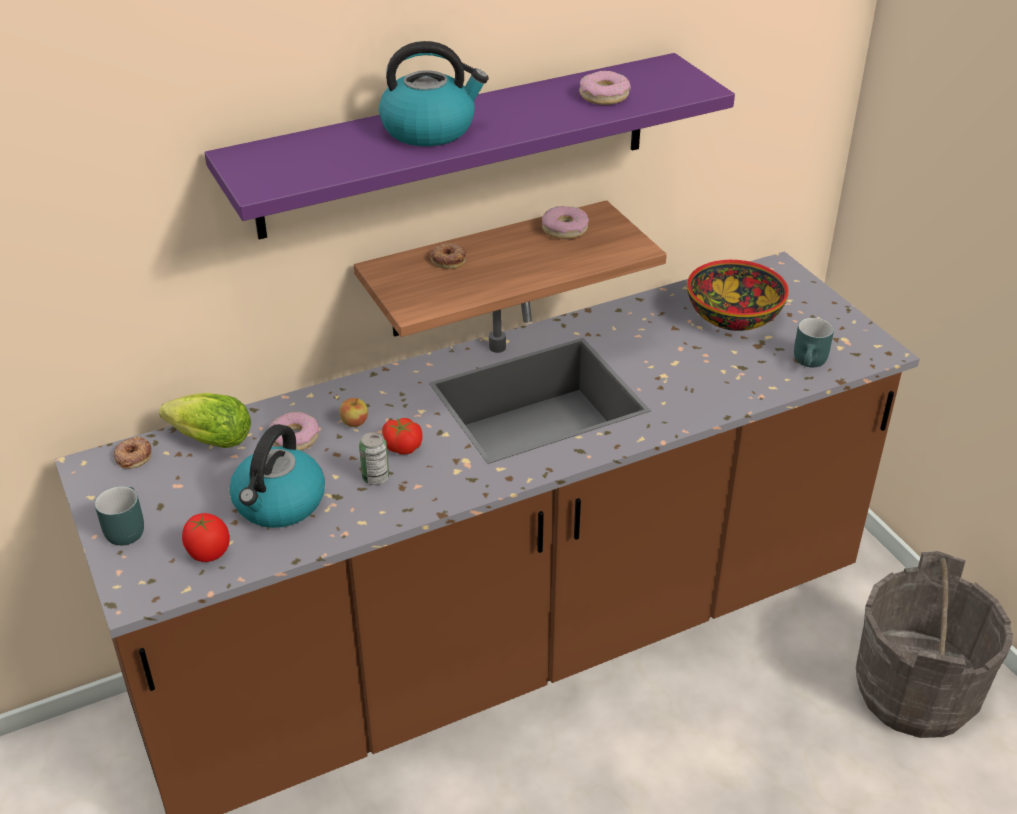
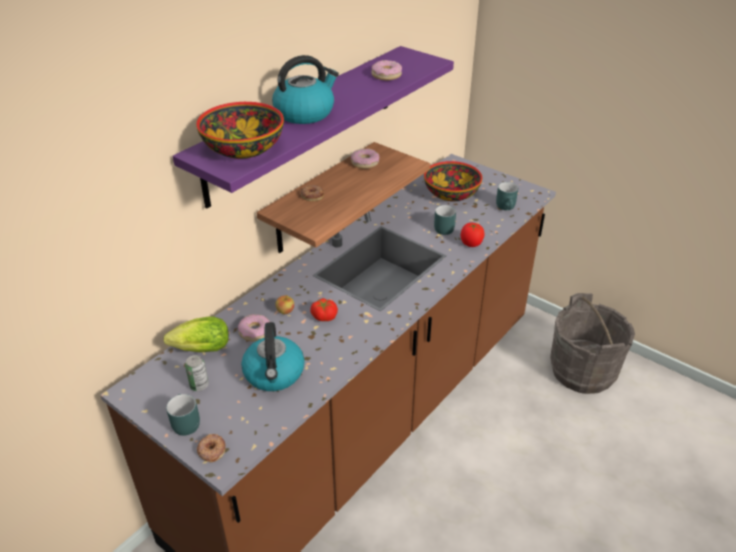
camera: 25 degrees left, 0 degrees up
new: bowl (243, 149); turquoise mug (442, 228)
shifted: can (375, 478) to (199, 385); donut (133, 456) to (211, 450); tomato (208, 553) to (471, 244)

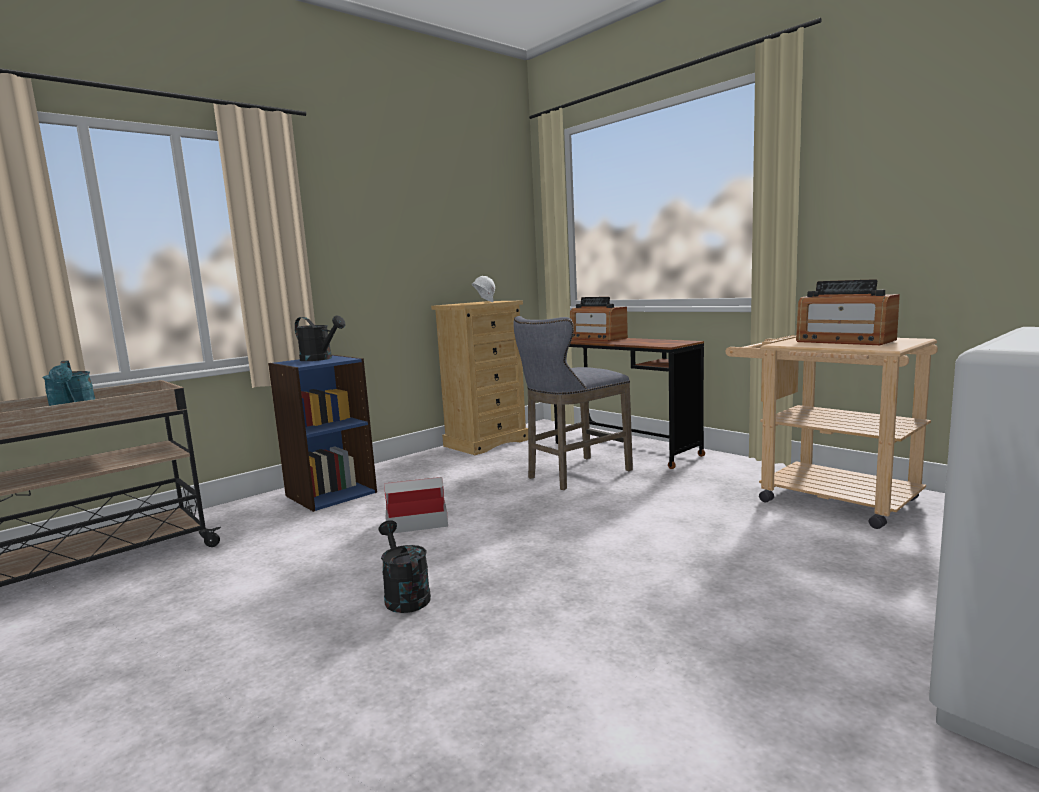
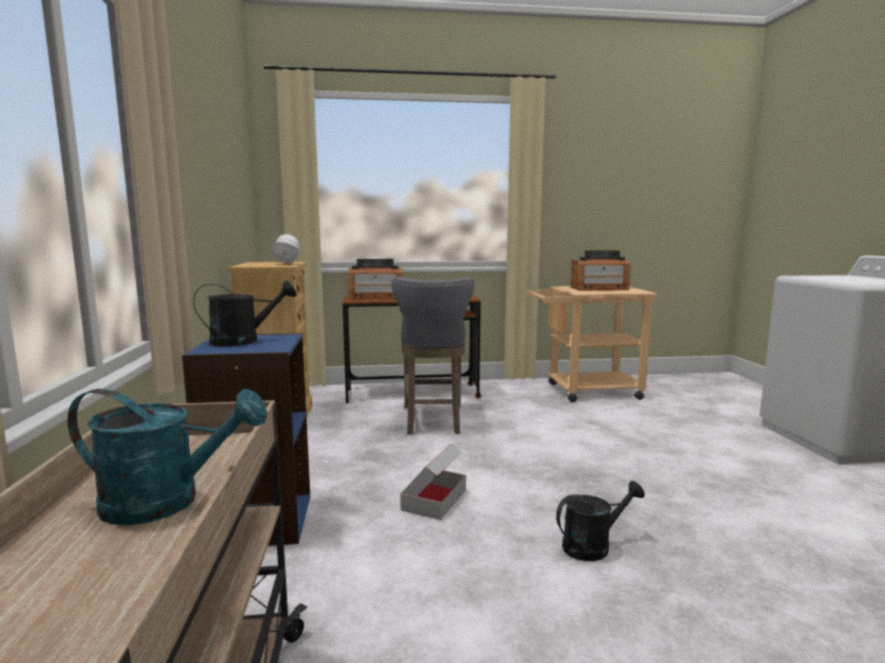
camera: 55 degrees left, 0 degrees up
rotated: black watering can (404, 596) = (593, 546) 150 degrees clockwise

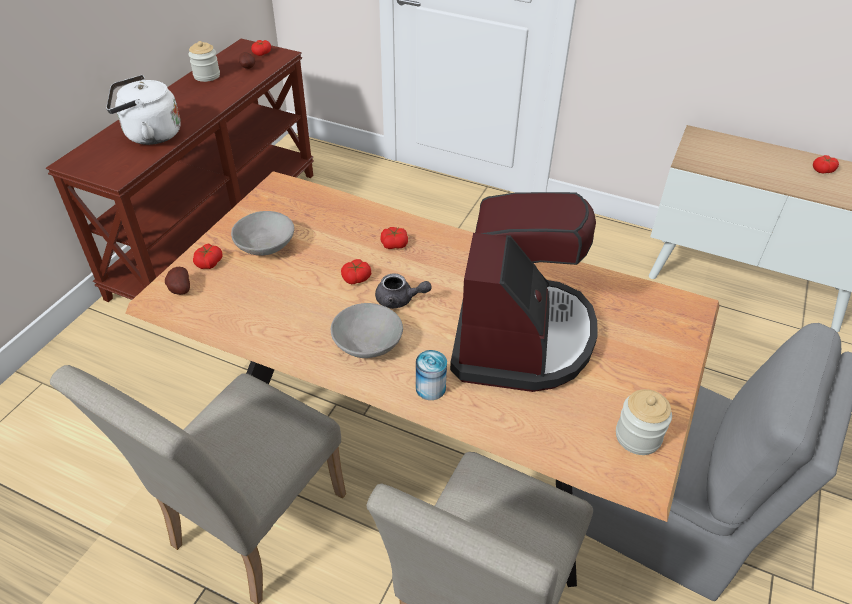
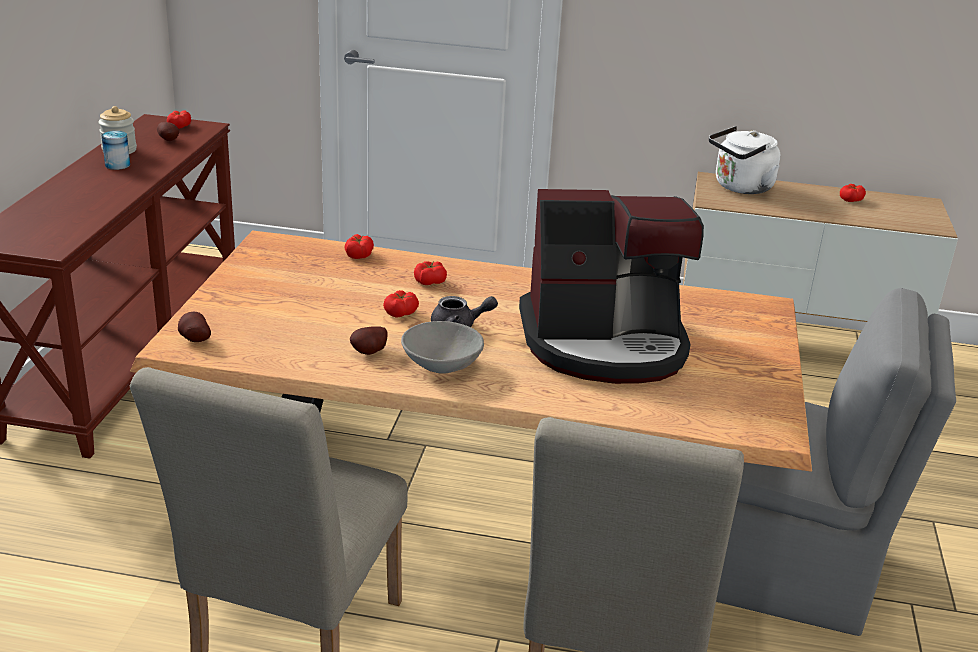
camera: 15 degrees left, 15 degrees down
gone: grey bowl (265, 246); jar (638, 437)
new: potato (370, 353)
shifted: can (430, 388) to (117, 165); tomato (209, 262) to (359, 255); white kettle (149, 135) to (740, 187)
rotated: coffee machine (520, 337) = (605, 343) 90 degrees clockwise

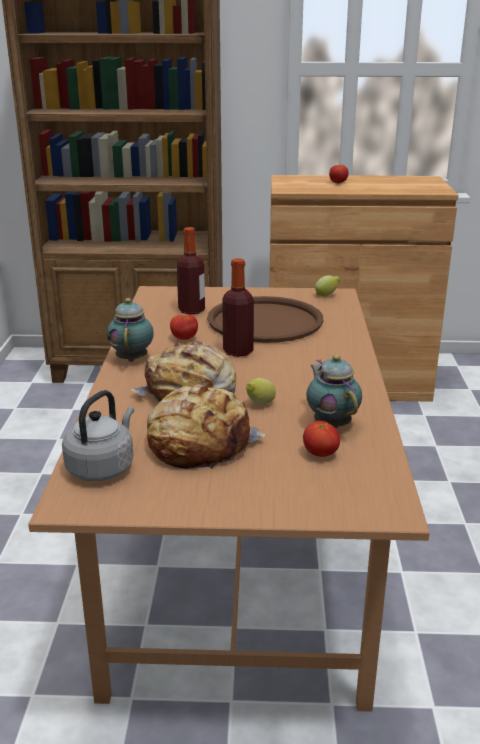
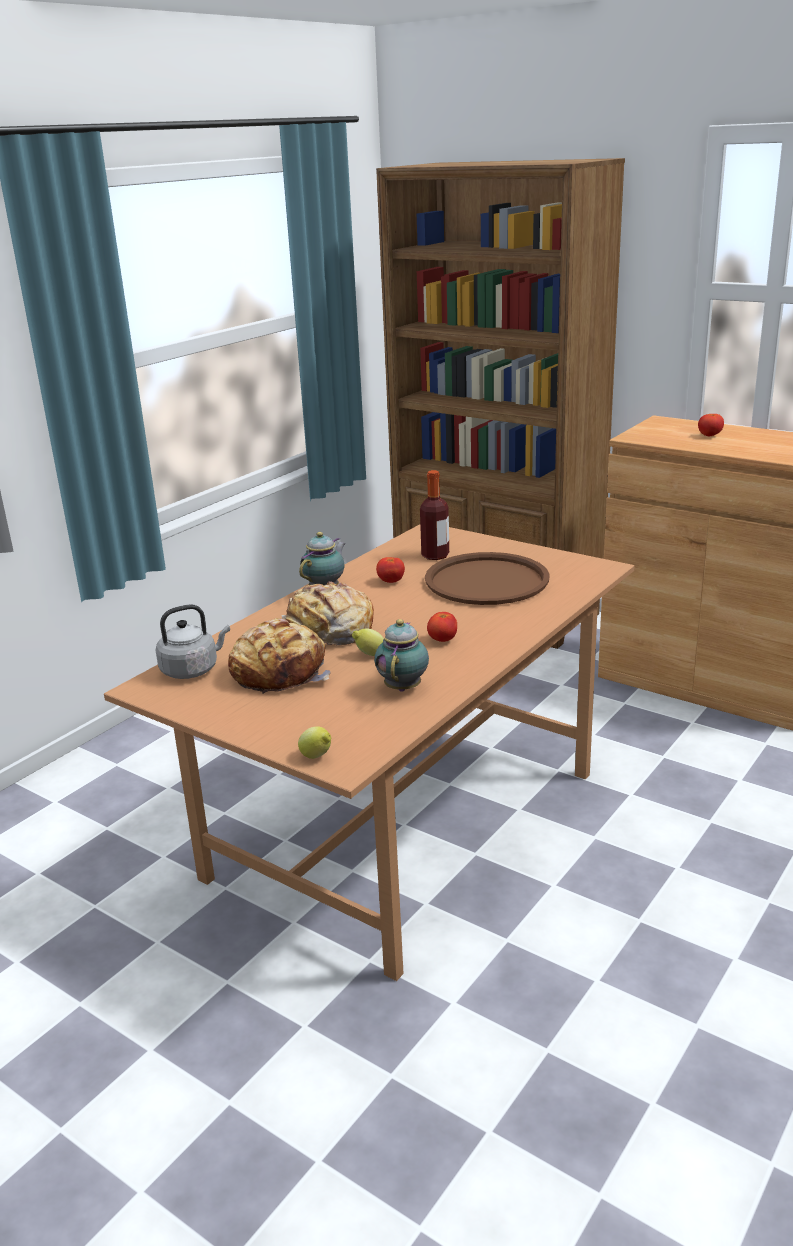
camera: 35 degrees right, 0 degrees up
gone: bottle (238, 351)
shifted: lemon (326, 296) to (317, 757); tomato (320, 454) to (442, 640)

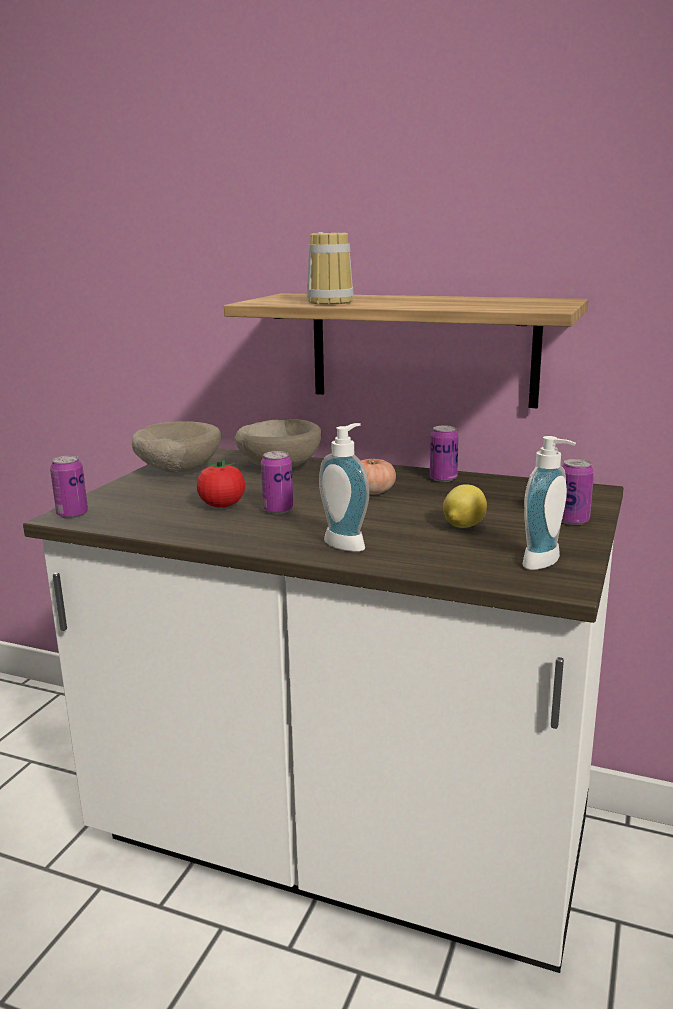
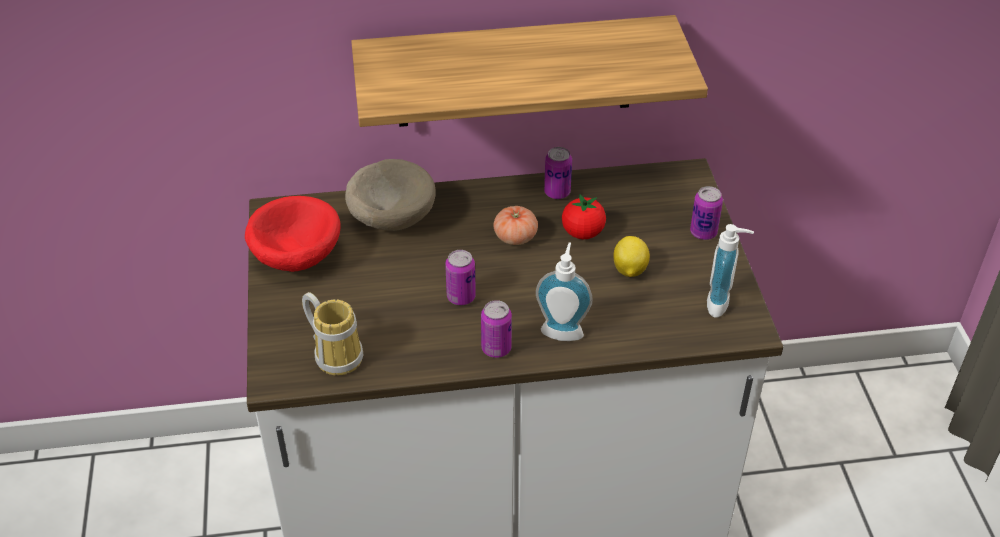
camera: 30 degrees left, 25 degrees up
shifted: mug (330, 301) to (336, 353); can (72, 514) to (496, 348); tomato (222, 506) to (582, 233)
repainted: beige bowl (177, 470) to red bowl (295, 256)

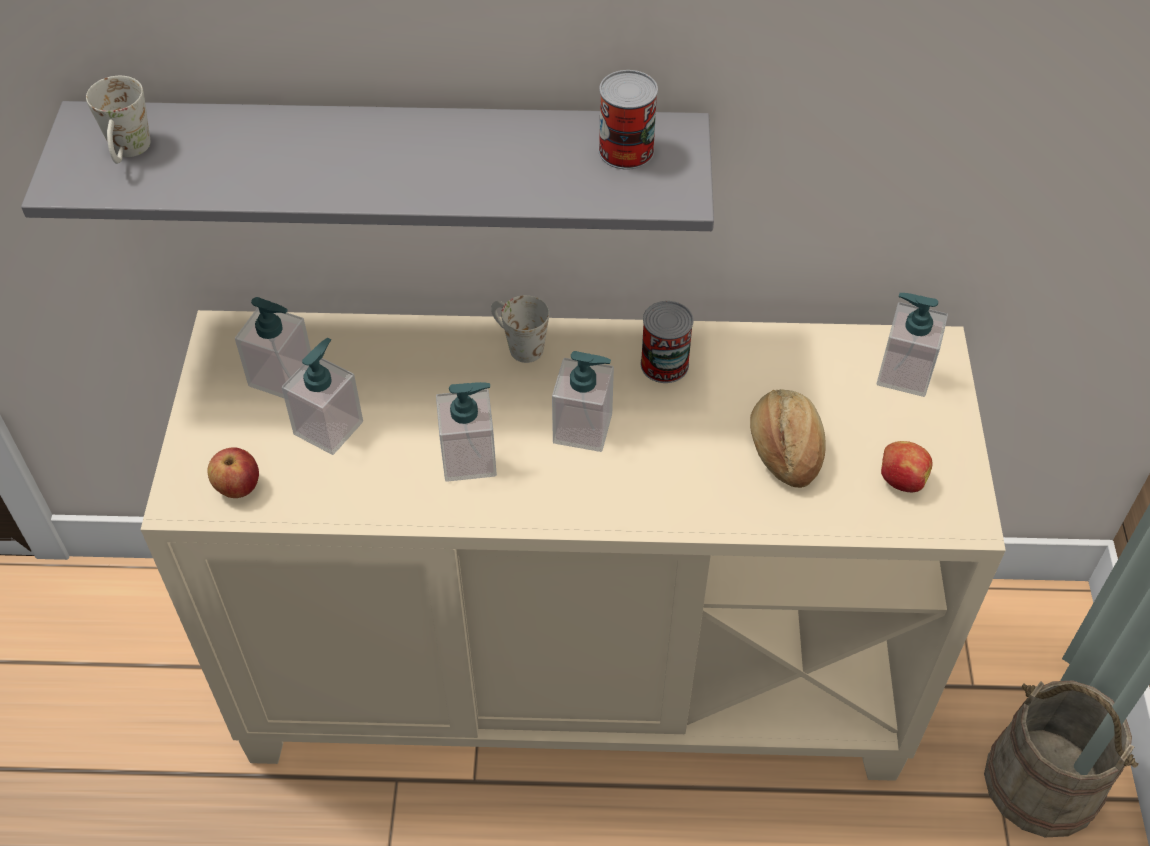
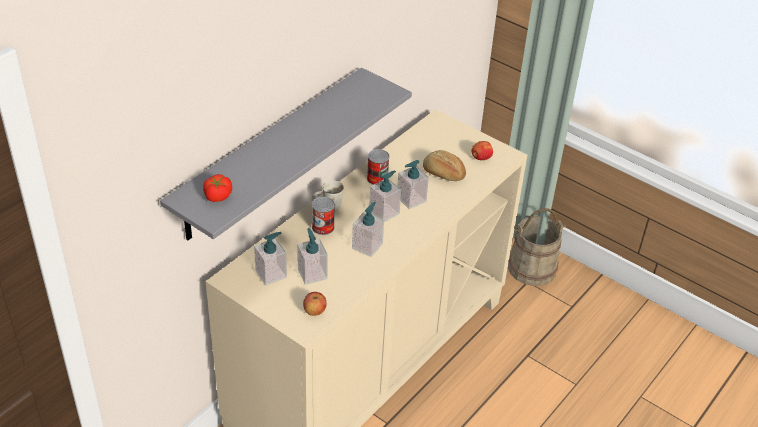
camera: 55 degrees left, 10 degrees down
shifted: can (626, 150) to (323, 227); soap dispenser (904, 373) to (411, 199)
swapped: white mug (129, 154) to tomato (217, 195)

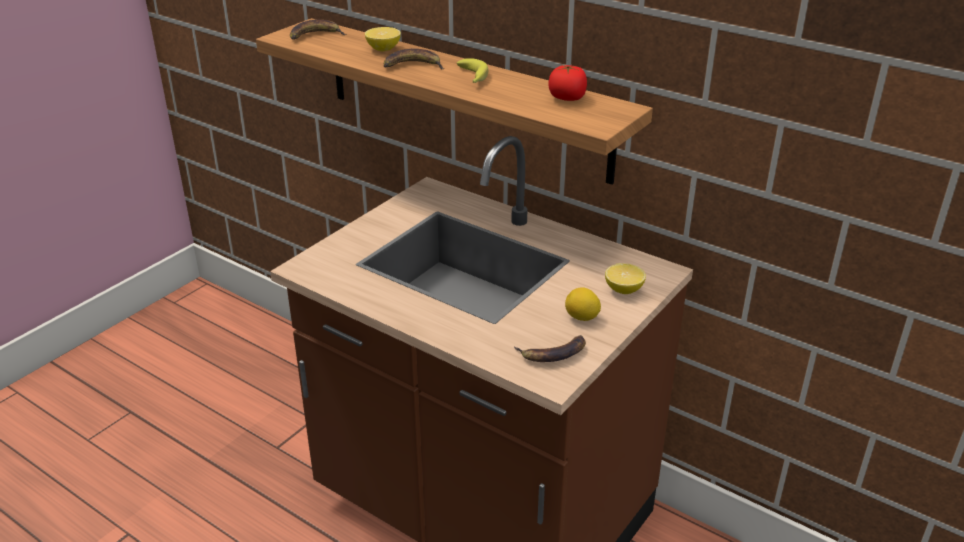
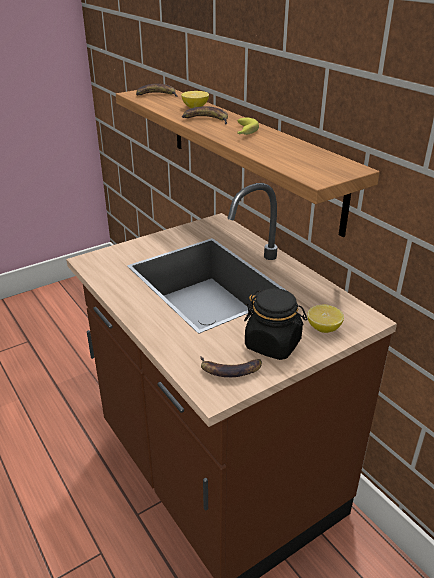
camera: 20 degrees right, 0 degrees up
gone: tomato (567, 98)
swapped: lemon (582, 318) to black jar (273, 344)

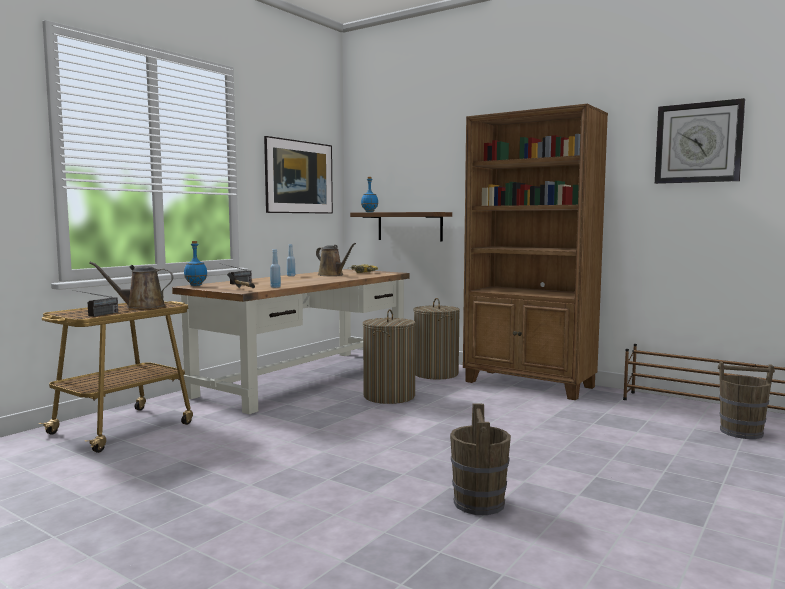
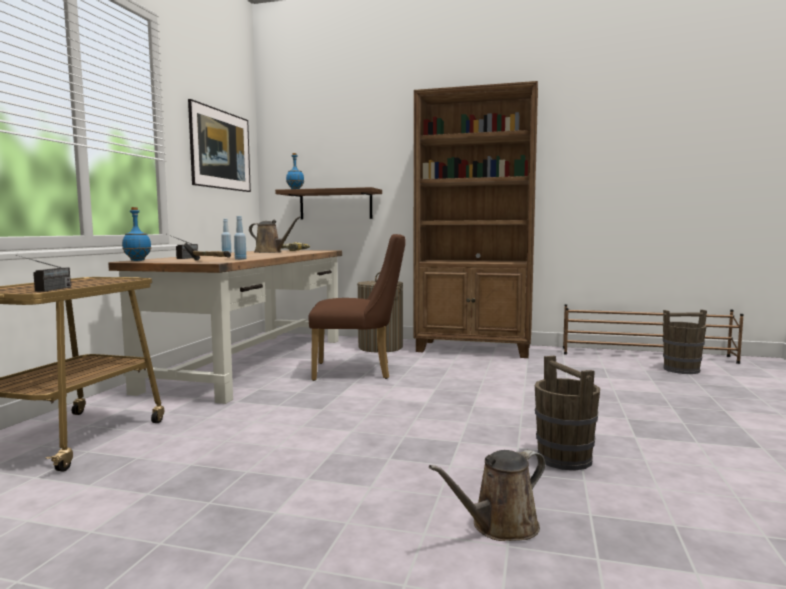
camera: 20 degrees left, 0 degrees up
gone: wall clock (698, 143)
shifted: brown watering can (141, 306) to (500, 527)
swapped: laundry basket (389, 396) to brown chair (359, 371)

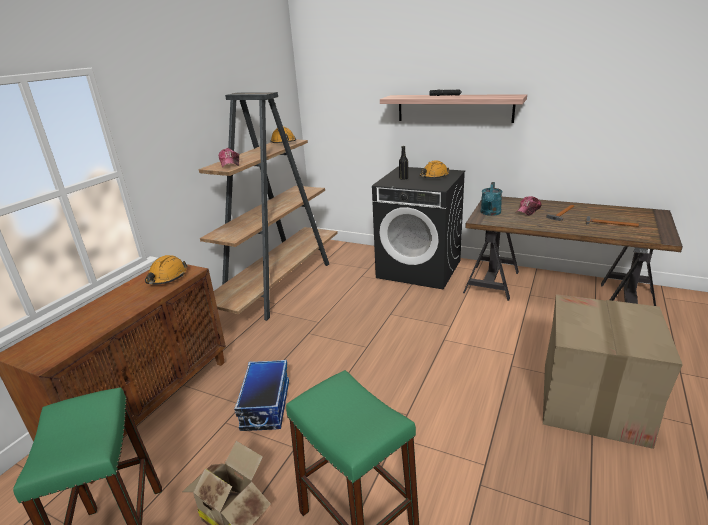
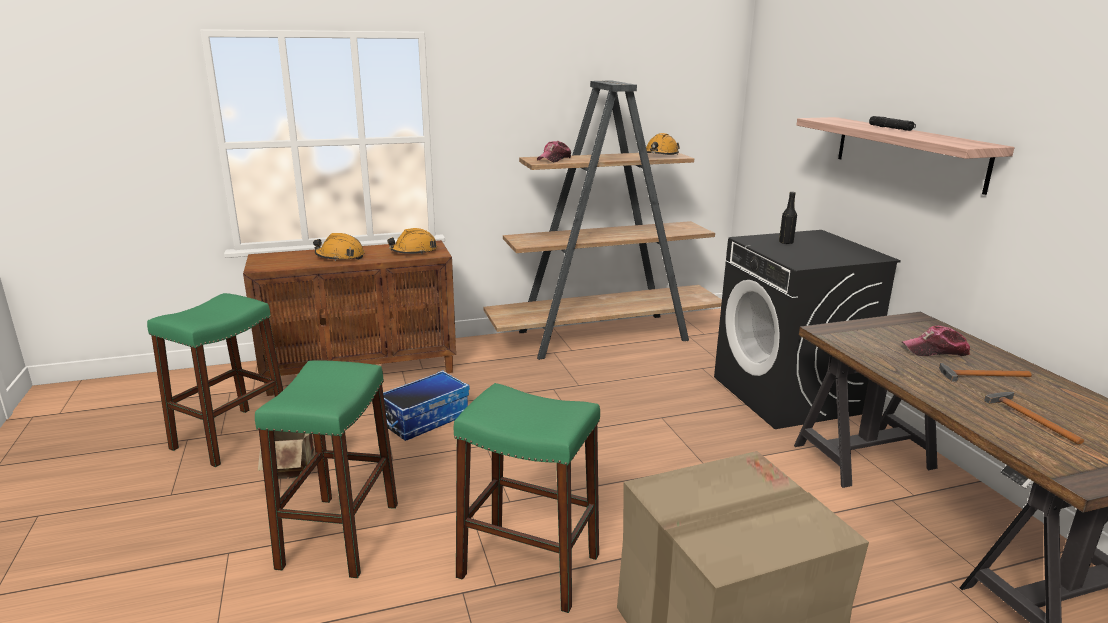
camera: 45 degrees right, 5 degrees down
gone: turquoise watering can (490, 213)
new: green stool (528, 566)
shifted: orange hard hat (433, 176) to (340, 257)

